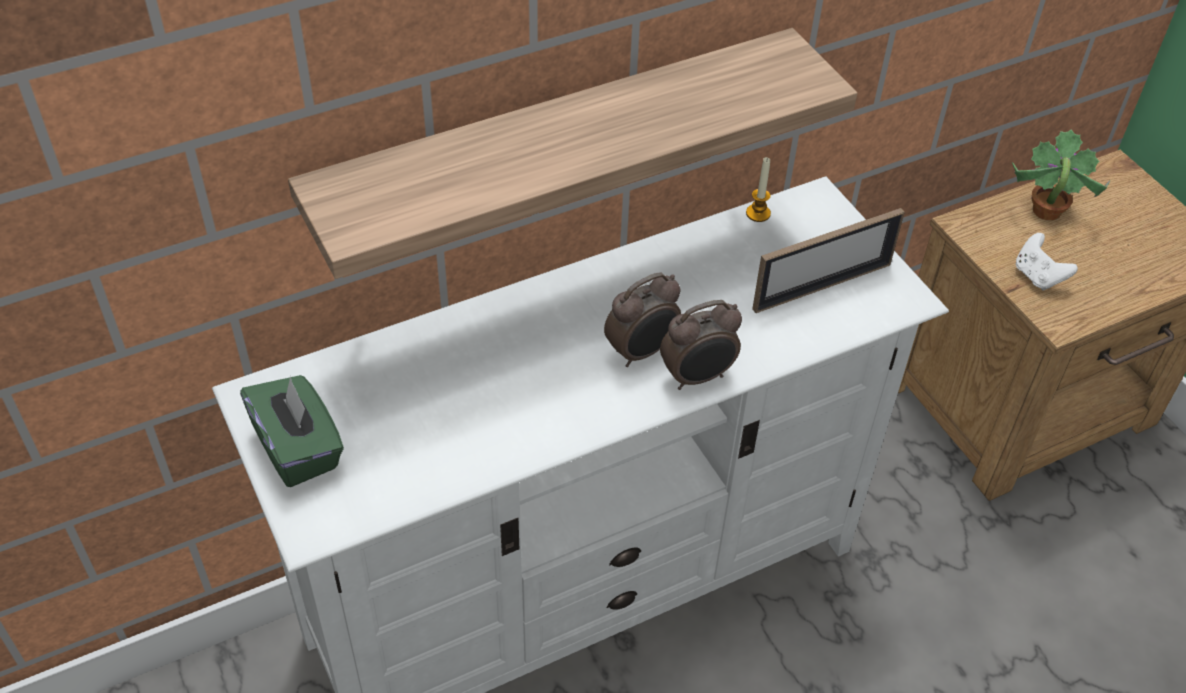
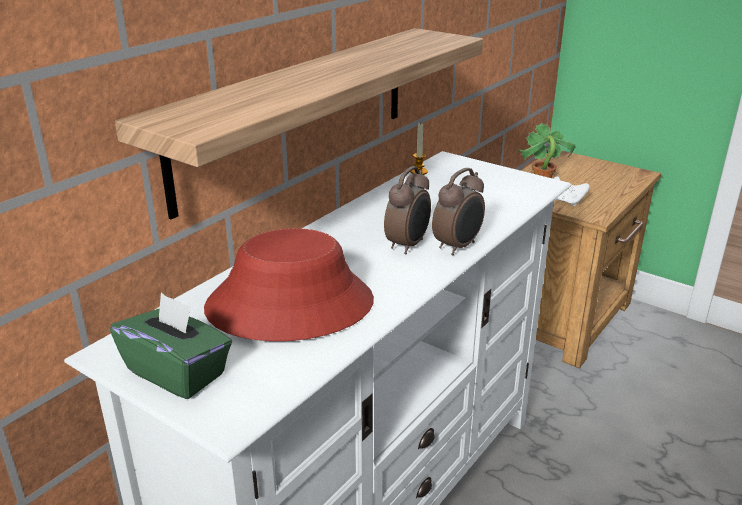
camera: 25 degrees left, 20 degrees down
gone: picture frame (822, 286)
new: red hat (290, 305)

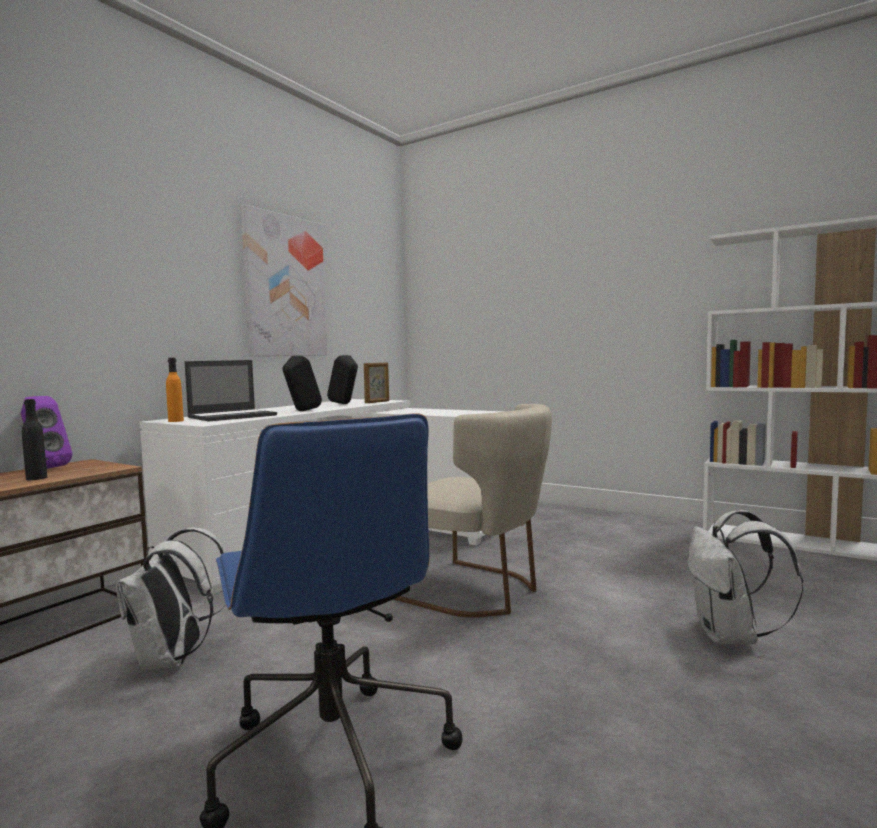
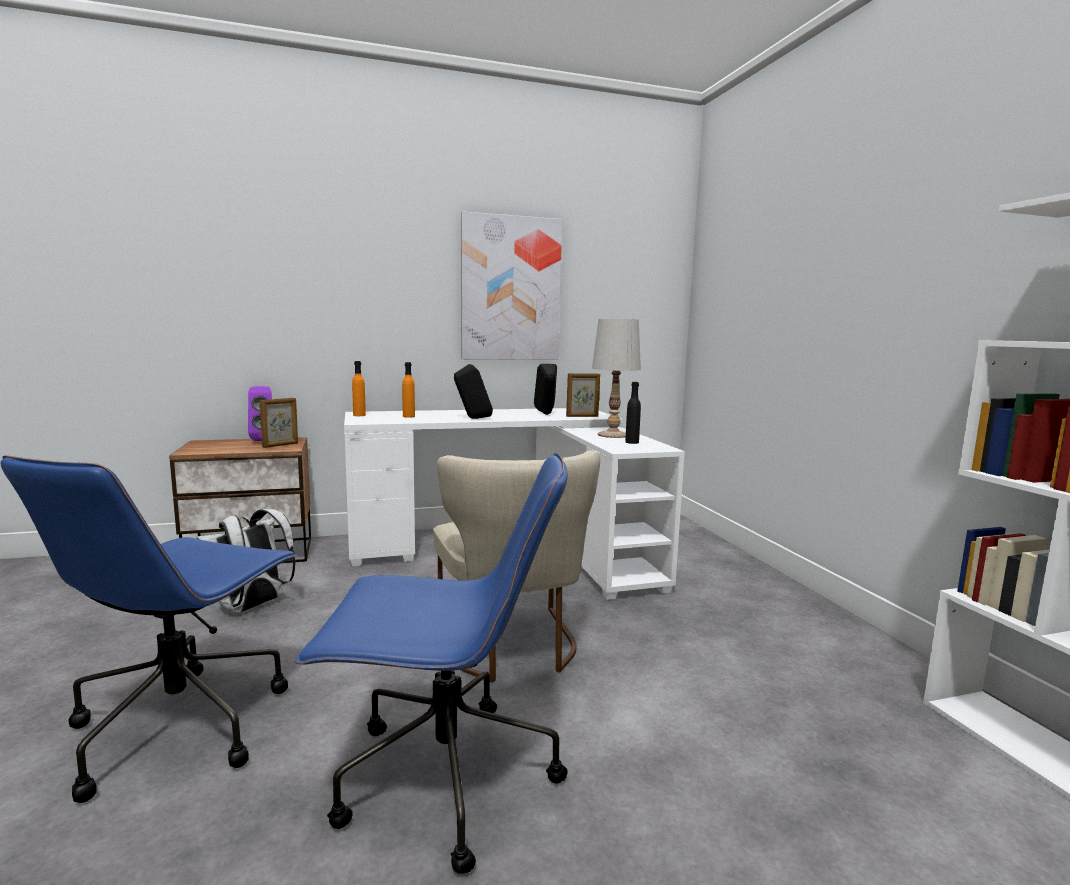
camera: 40 degrees right, 5 degrees up
gone: white backpack (731, 636)
new: picture frame (281, 445); blue office chair (442, 778); white table lamp (613, 435)
shifted: black bottle (36, 478) to (632, 442)
swapped: laptop (233, 416) to orange bottle (408, 416)

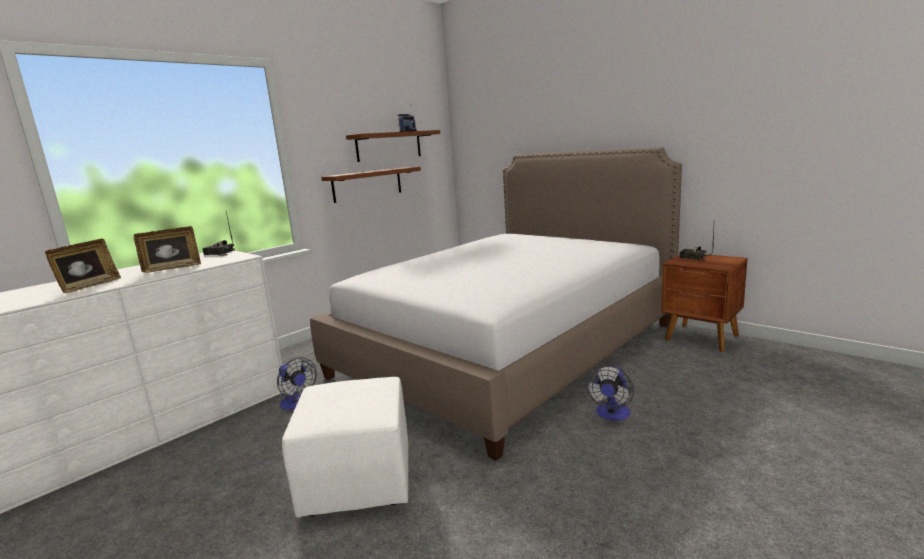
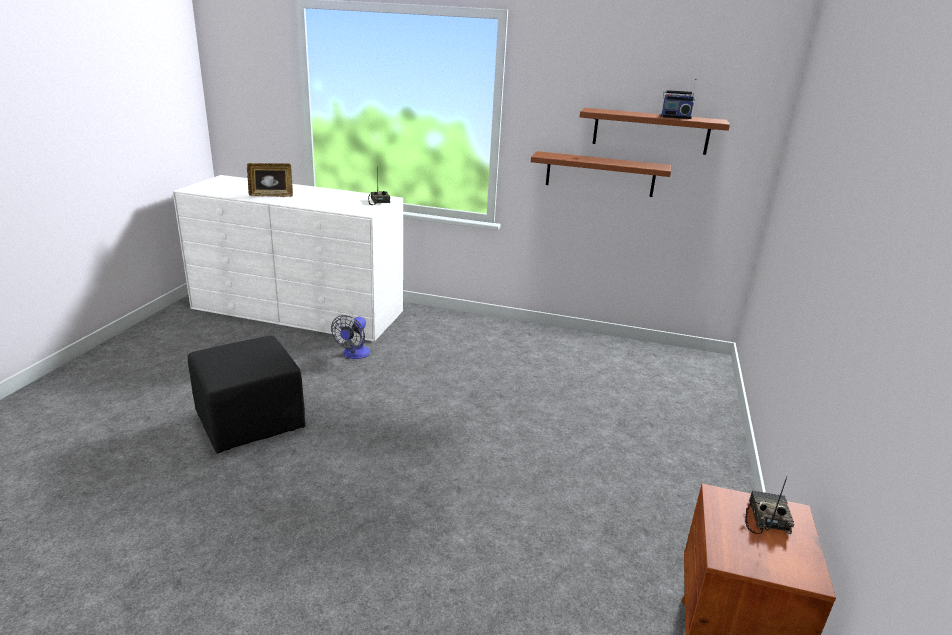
camera: 60 degrees right, 10 degrees up
gone: picture frame (172, 268); bed (509, 349); fan (611, 415)
repainted: white ottoman (357, 480) to black ottoman (251, 422)

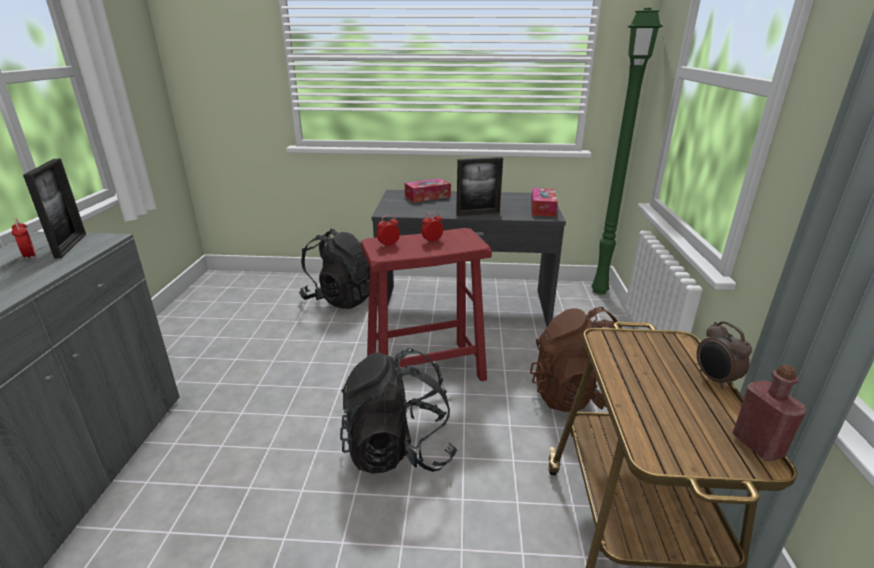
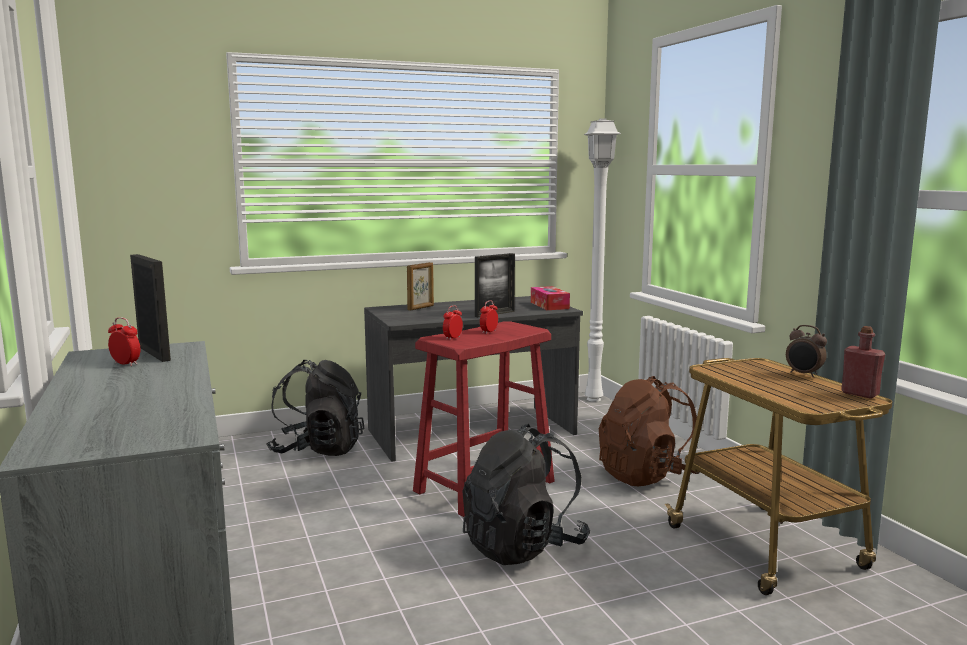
camera: 25 degrees left, 15 degrees down
swapped: tissue box (427, 196) to picture frame (421, 308)
repainted: green floor lamp (600, 291) to white floor lamp (594, 399)

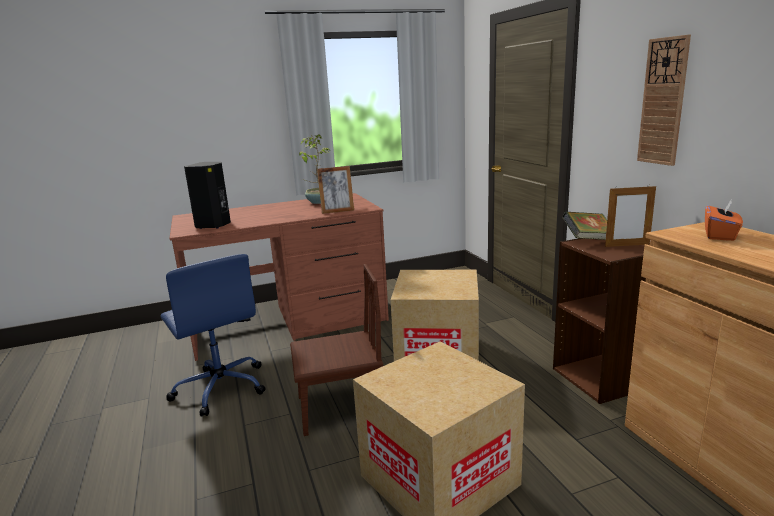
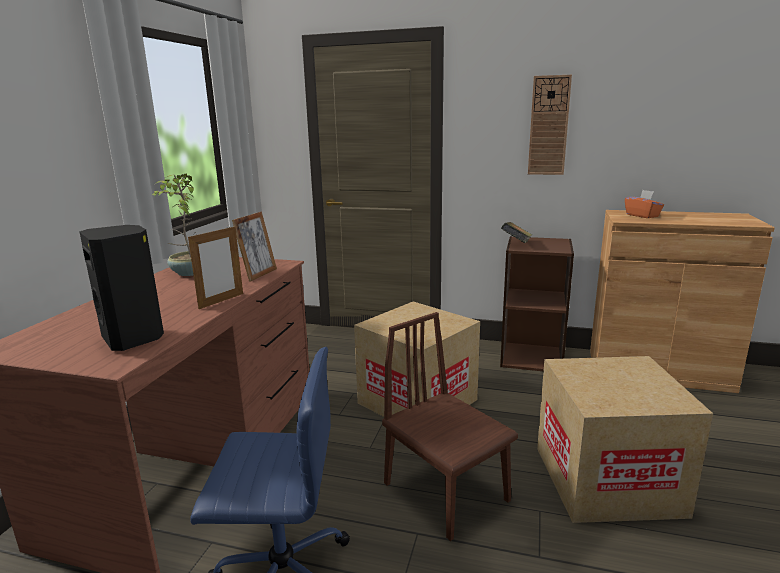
camera: 55 degrees left, 0 degrees up
shifted: picture frame (627, 245) to (221, 301)
rotated: brown chair (341, 408) = (446, 492) 60 degrees counterclockwise

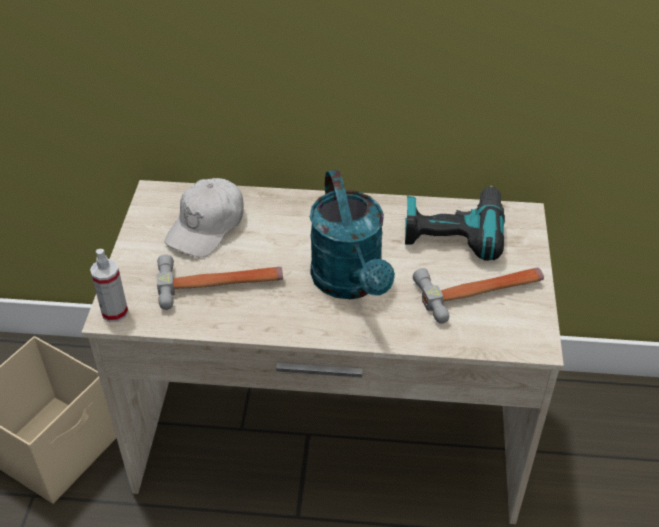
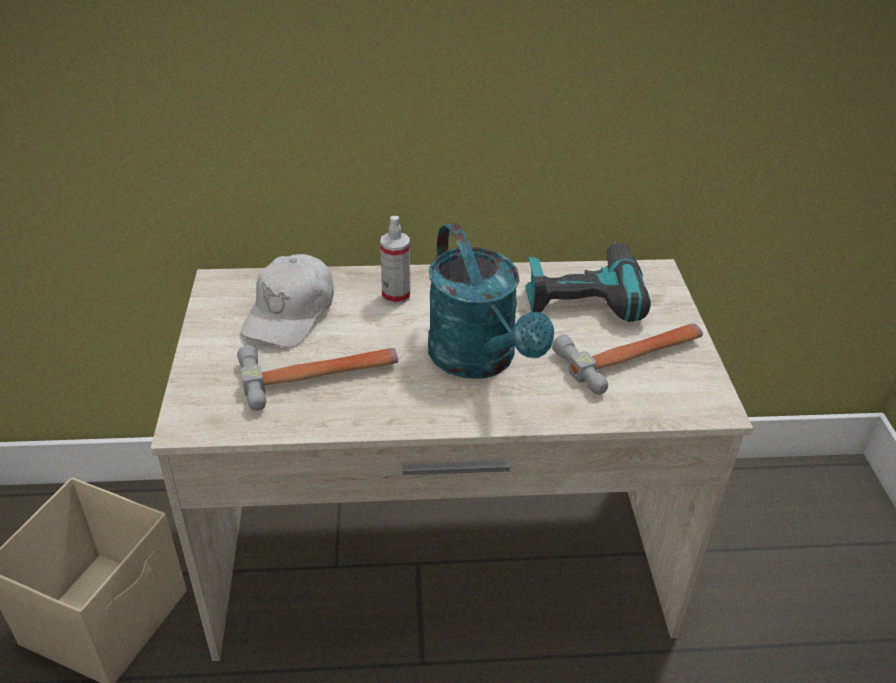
camera: 10 degrees left, 5 degrees down
shifted: spray bottle (115, 312) to (396, 296)

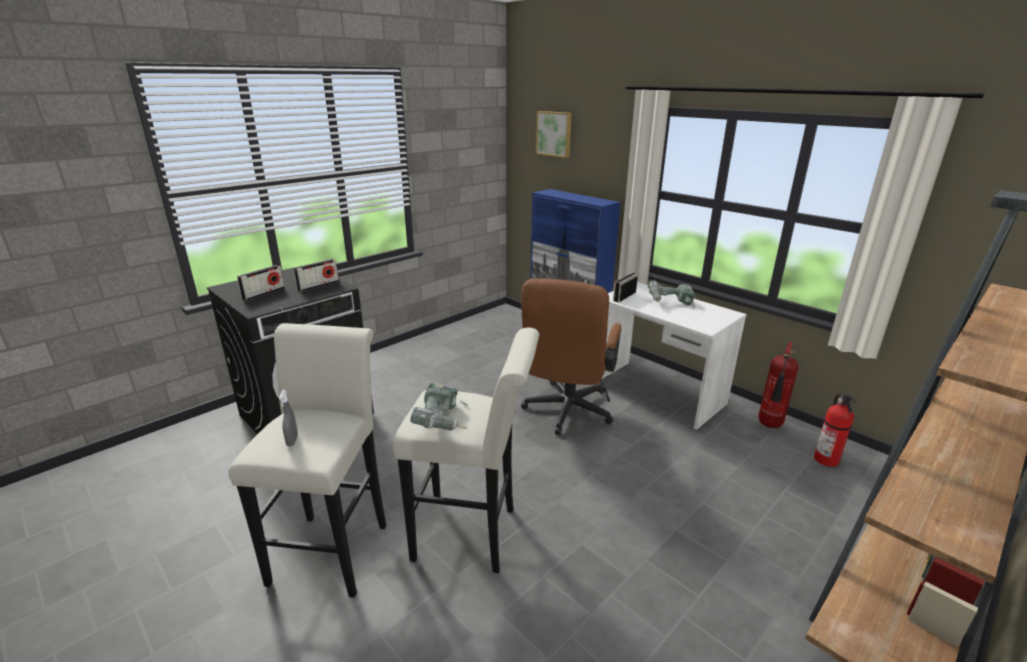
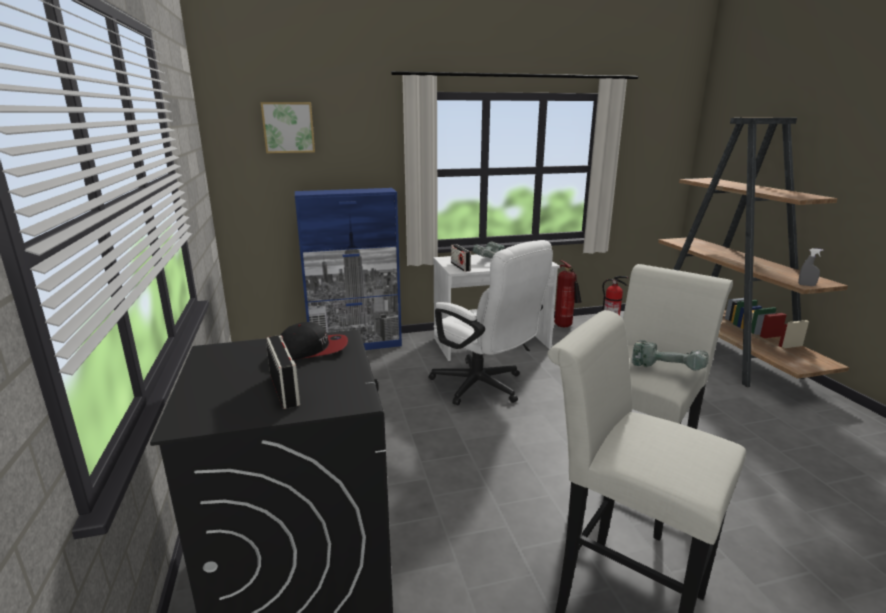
camera: 60 degrees left, 5 degrees down
shifted: grey spray bottle (292, 441) to (806, 285)
swapped: radio (318, 286) to cap (313, 349)
repainted: brown office chair (566, 413) to white office chair (484, 388)

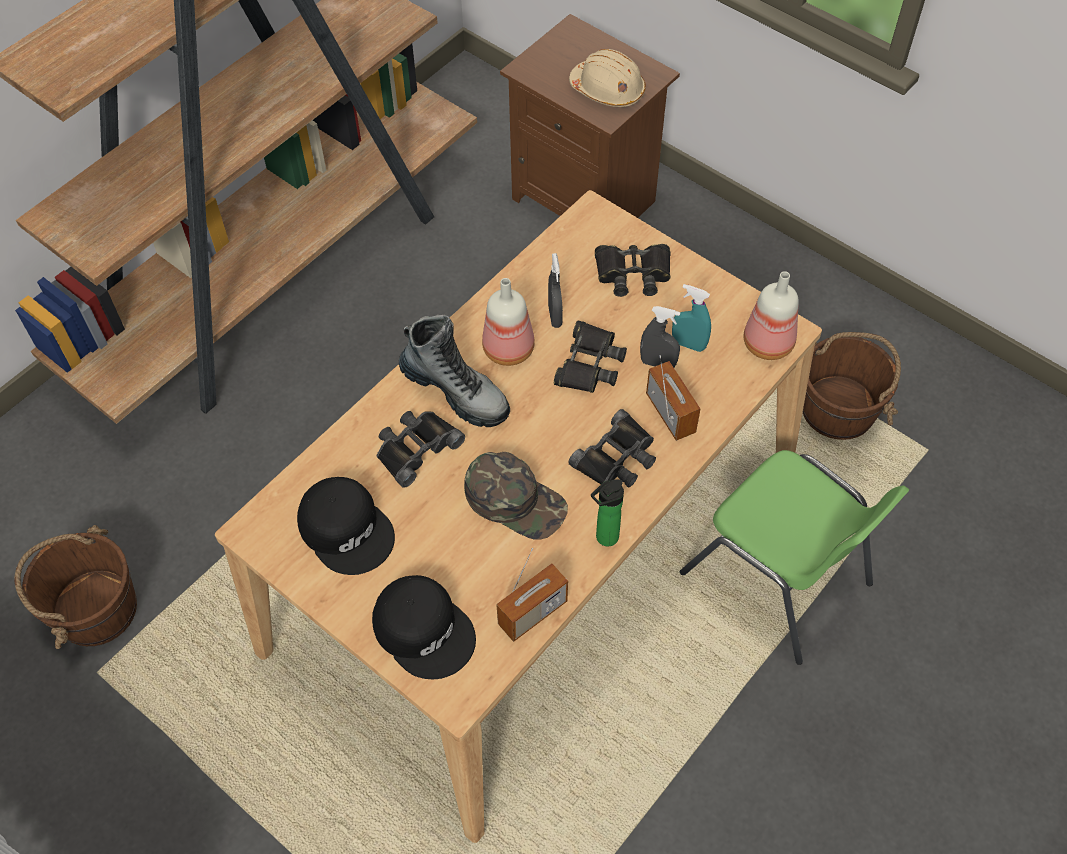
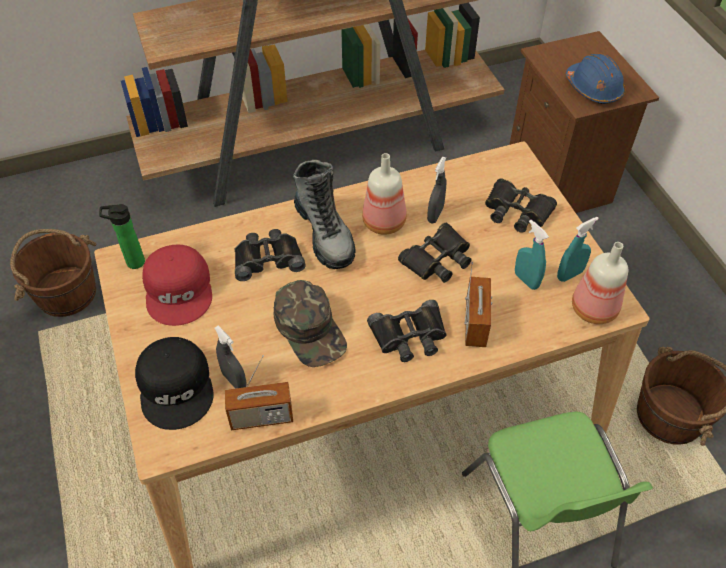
camera: 30 degrees right, 5 degrees down
new: turquoise spray bottle (570, 274)
shifted: bottle (604, 538) to (132, 262); grey spray bottle (658, 363) to (234, 380)
repainted: black cap (347, 529) to red cap (180, 290); beige hard hat (608, 90) to blue hard hat (593, 88)

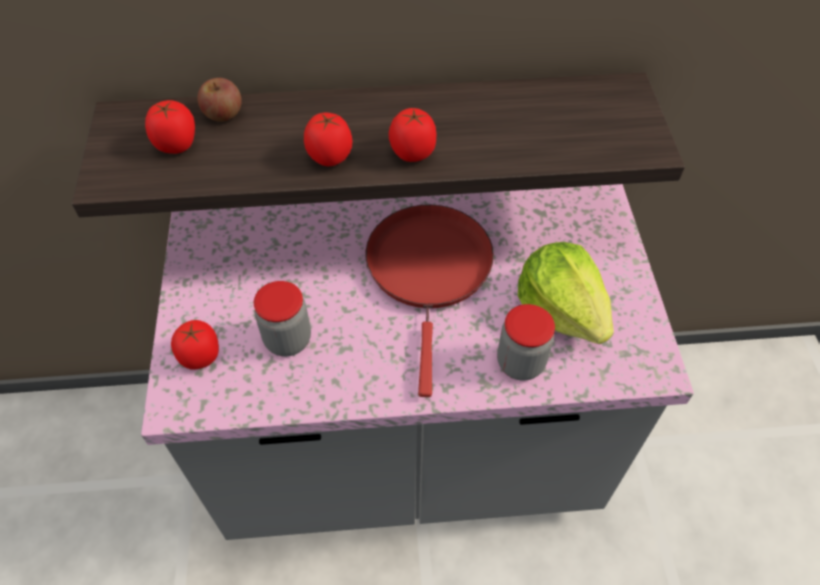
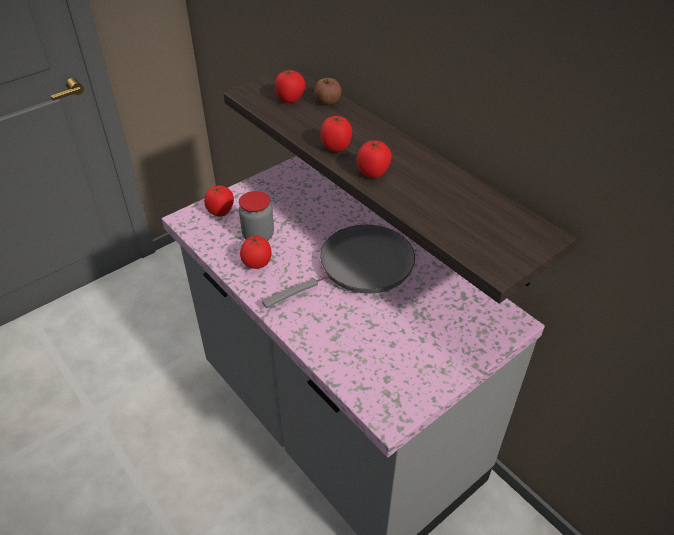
camera: 55 degrees right, 10 degrees down
gone: jar (520, 363); lettuce (562, 309)
new: tomato (256, 264)
repainted: red frying pan (429, 270) to grey frying pan (361, 267)

